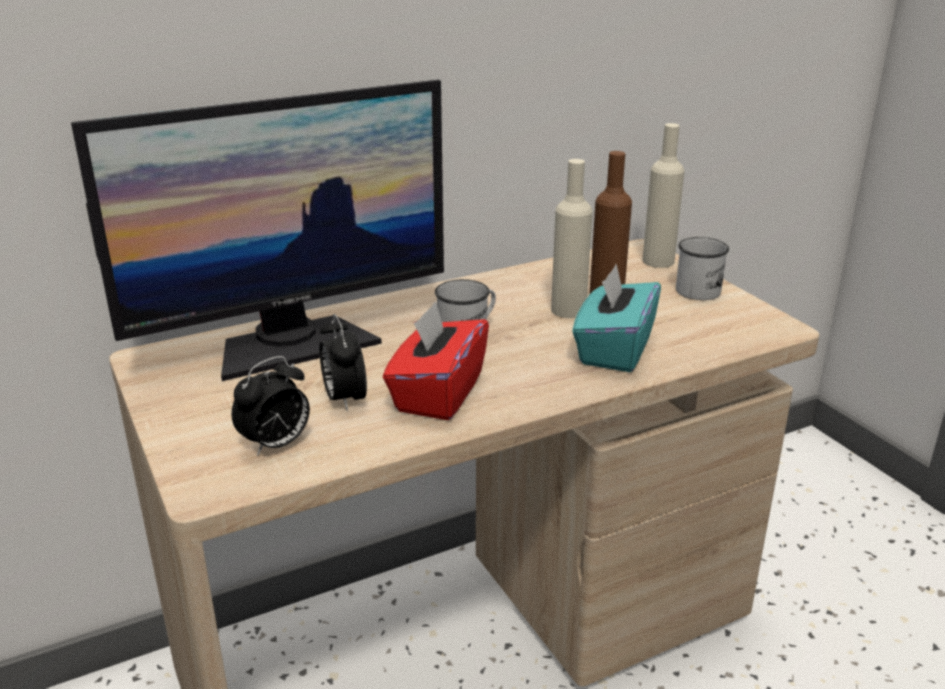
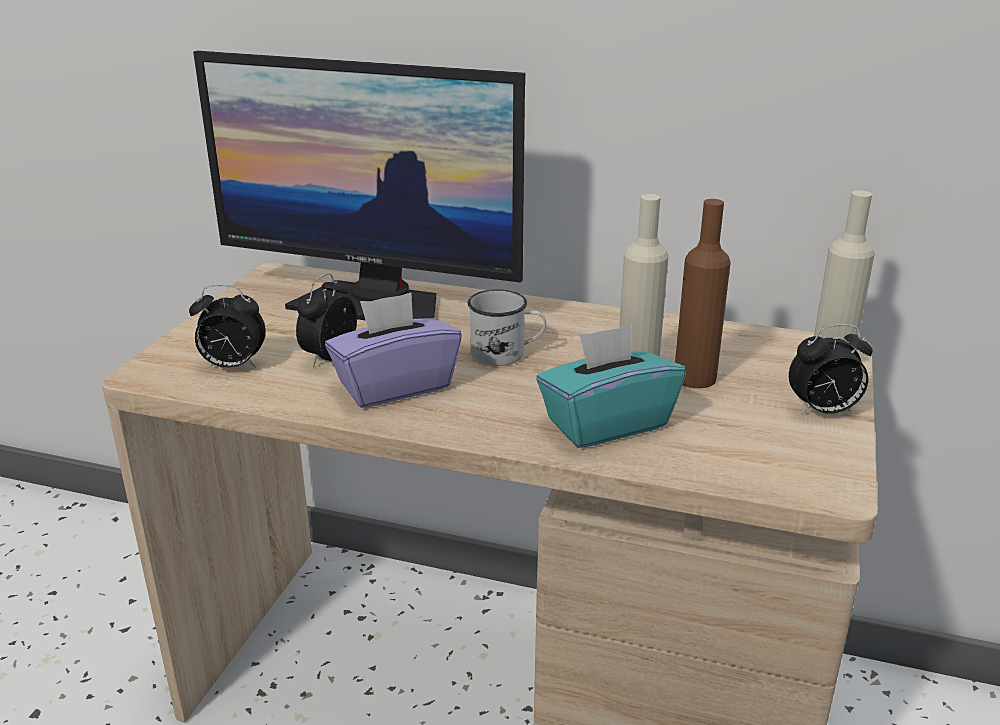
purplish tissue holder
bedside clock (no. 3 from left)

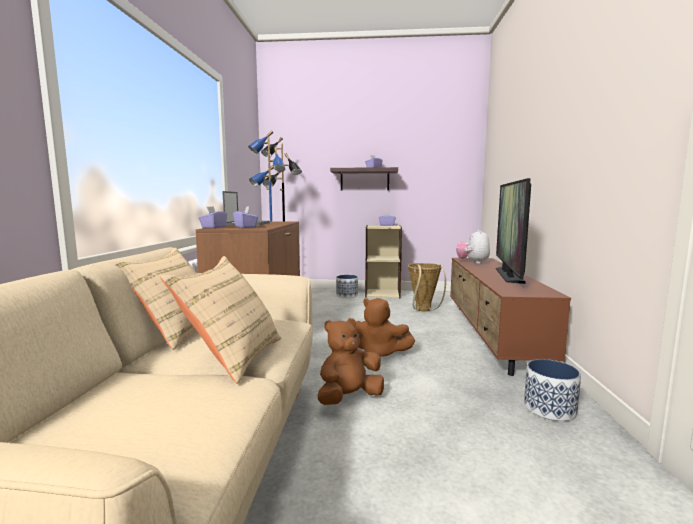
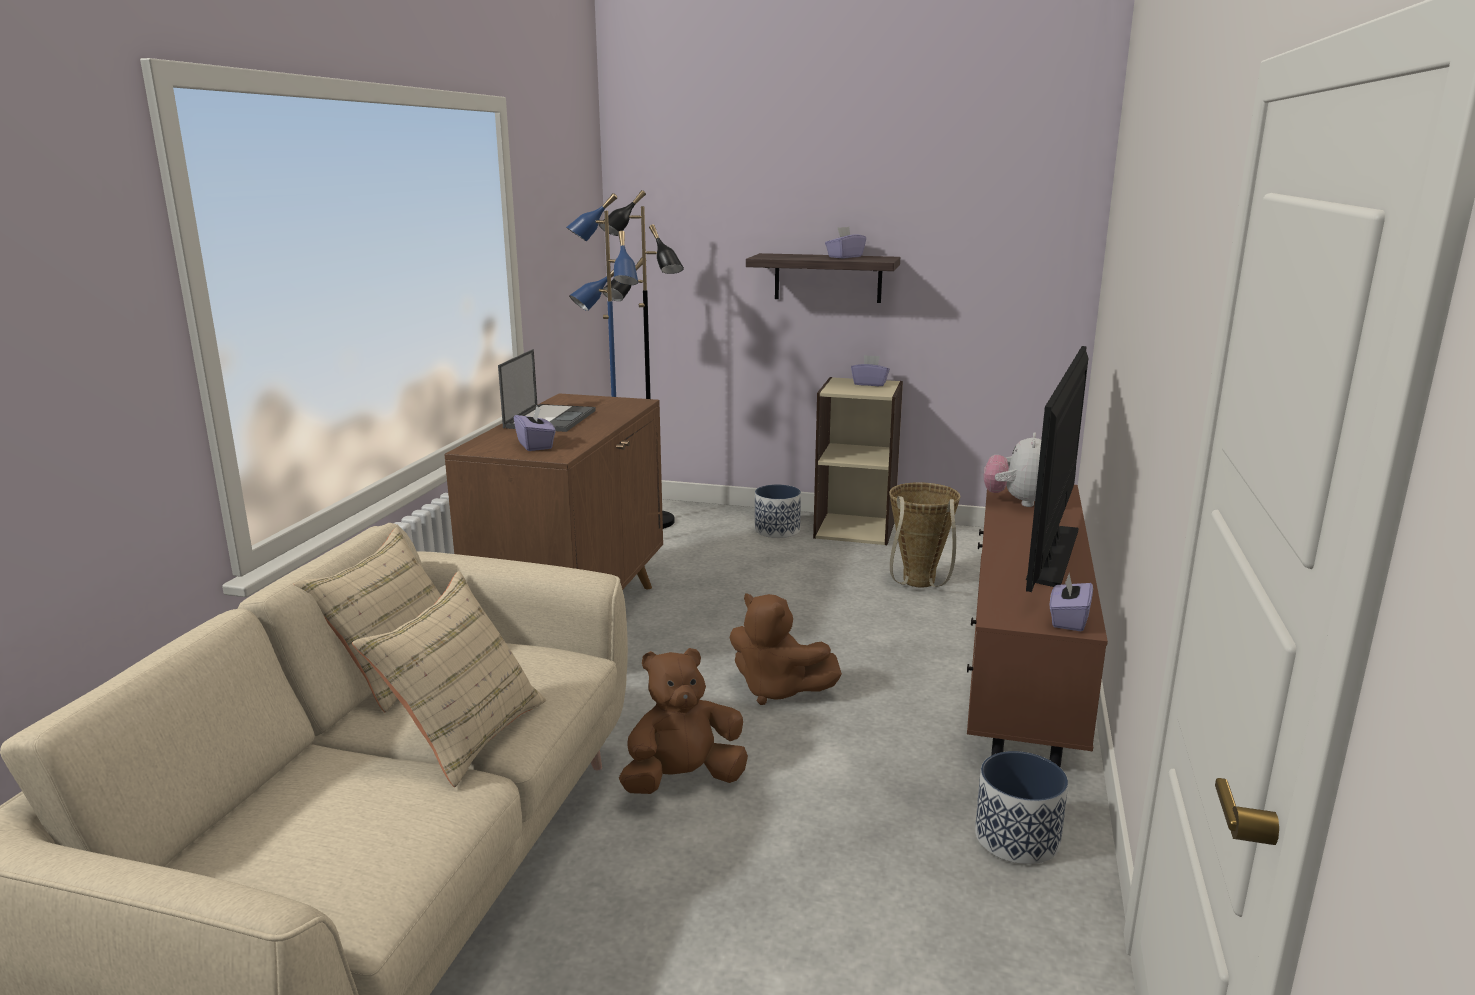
purplish tissue holder (no. 4 from left)

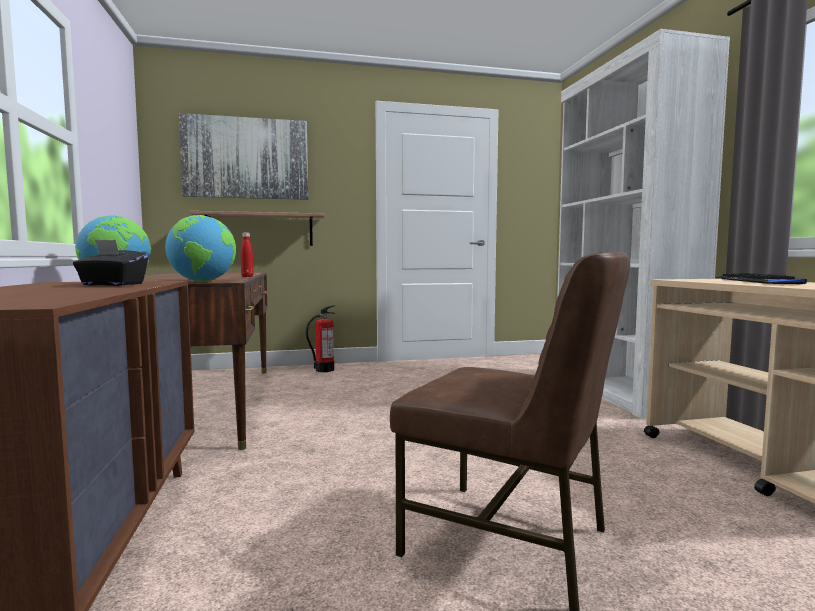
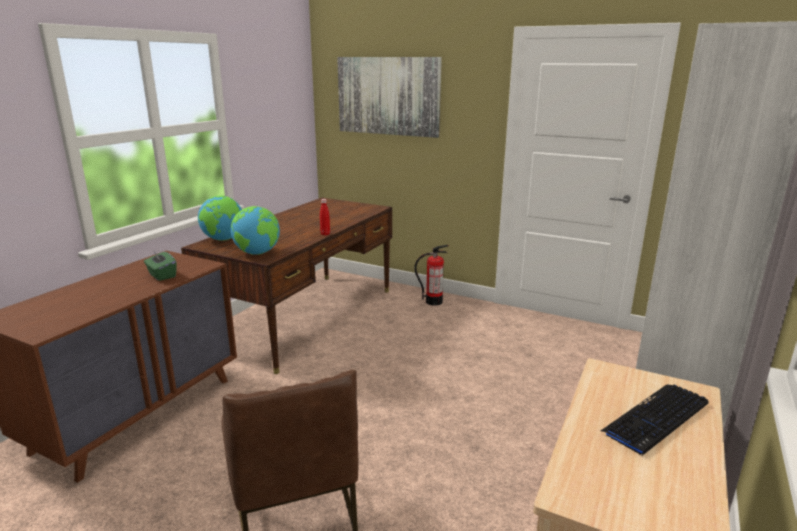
greenish tissue holder
shelf

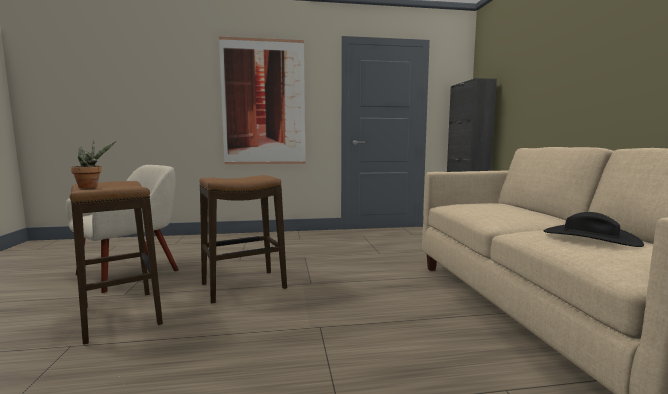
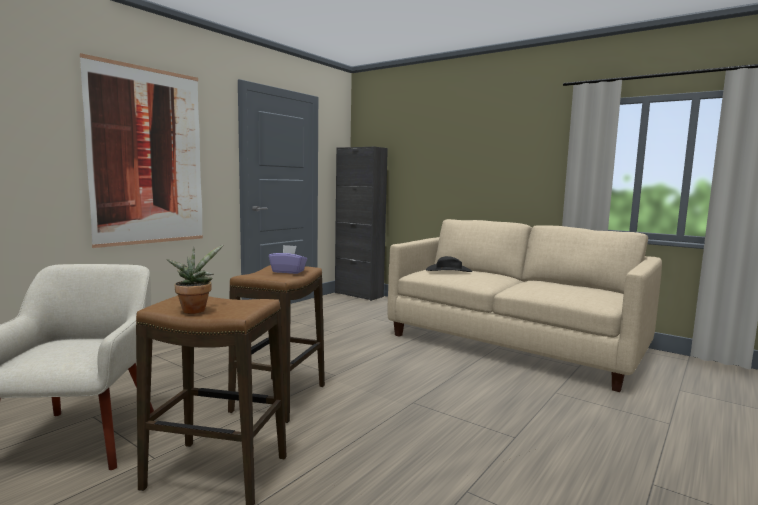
purplish tissue holder
black-coloured hat

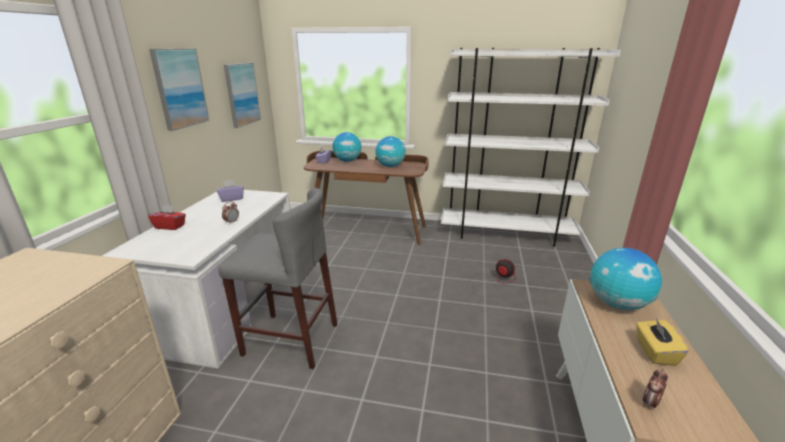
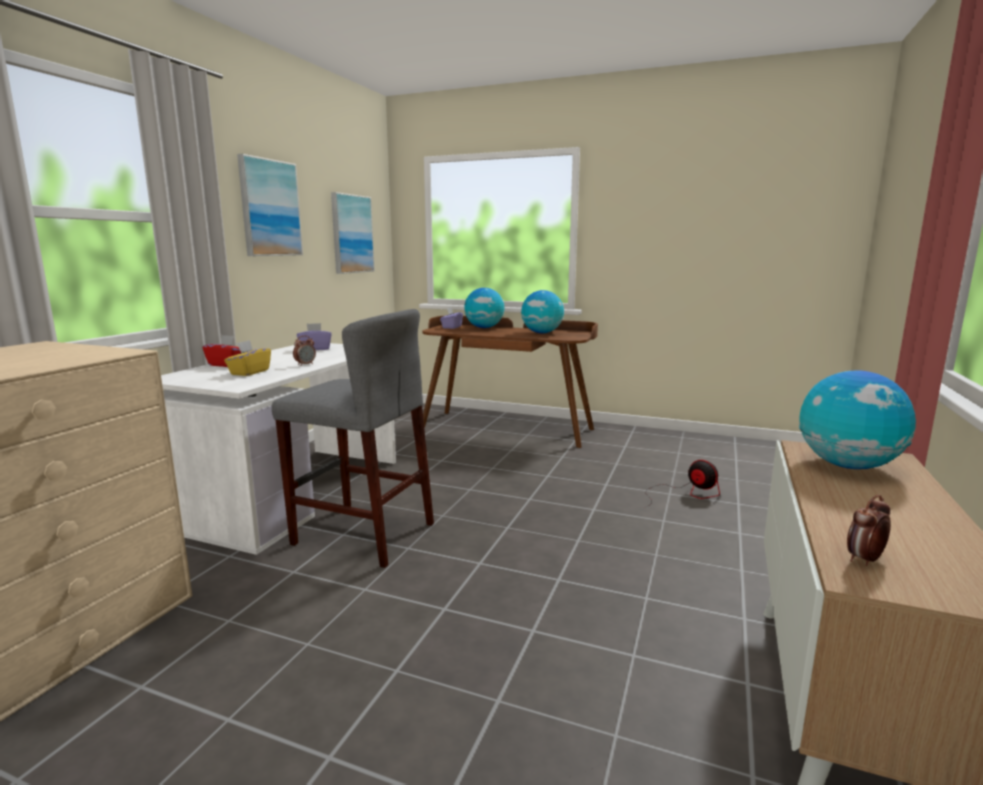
yellowish tissue holder
white bookshelf

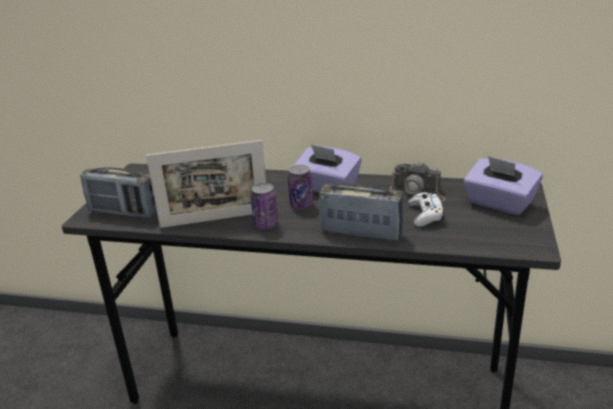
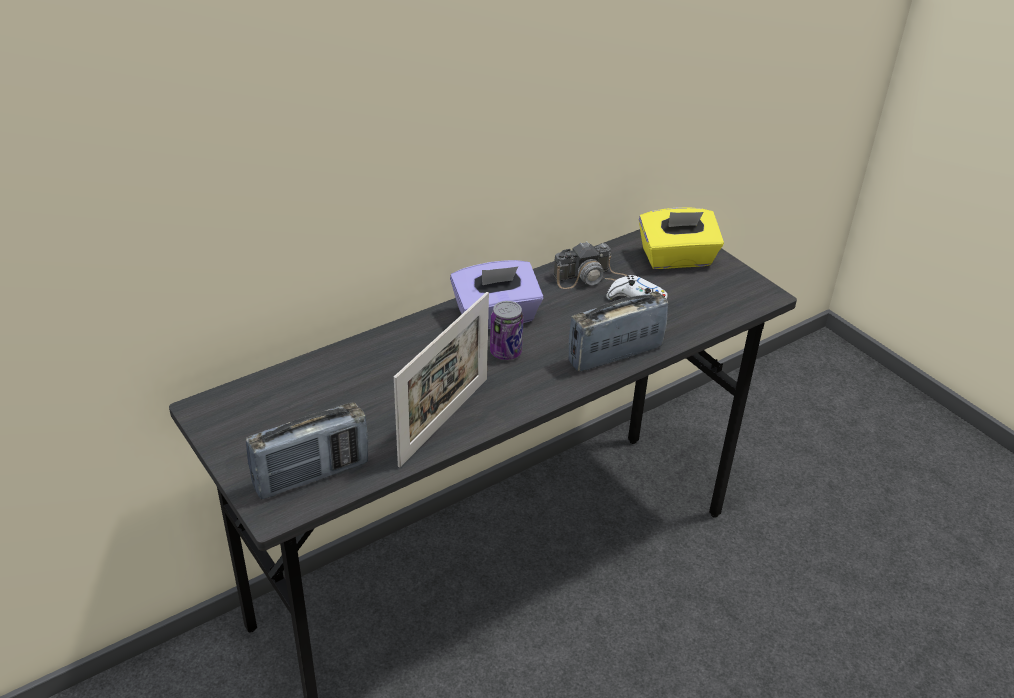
yellowish tissue holder
sealed can (no. 1 from left in the first image)

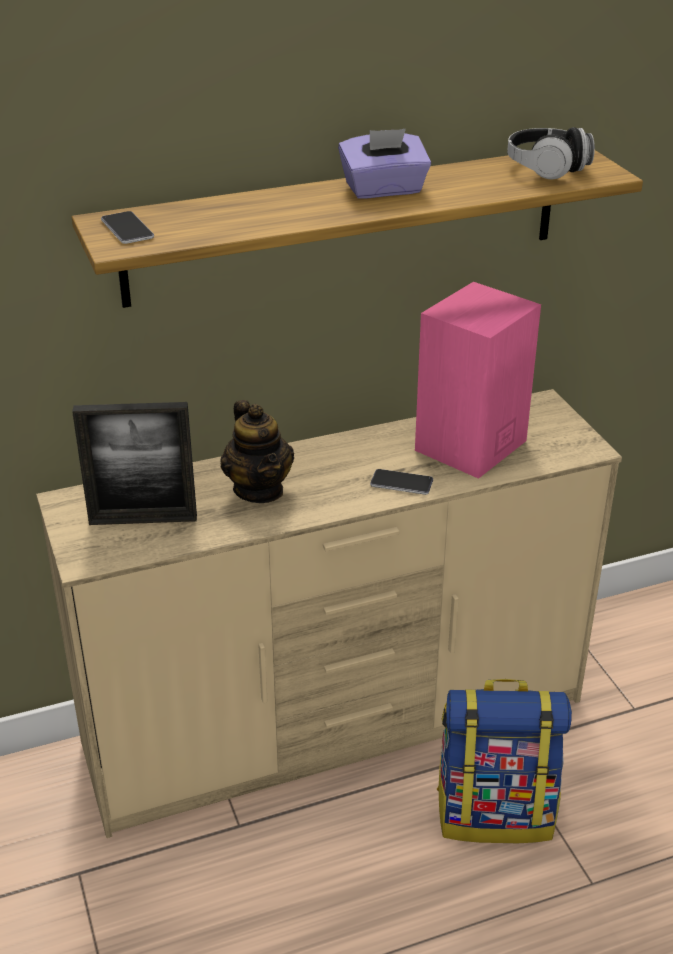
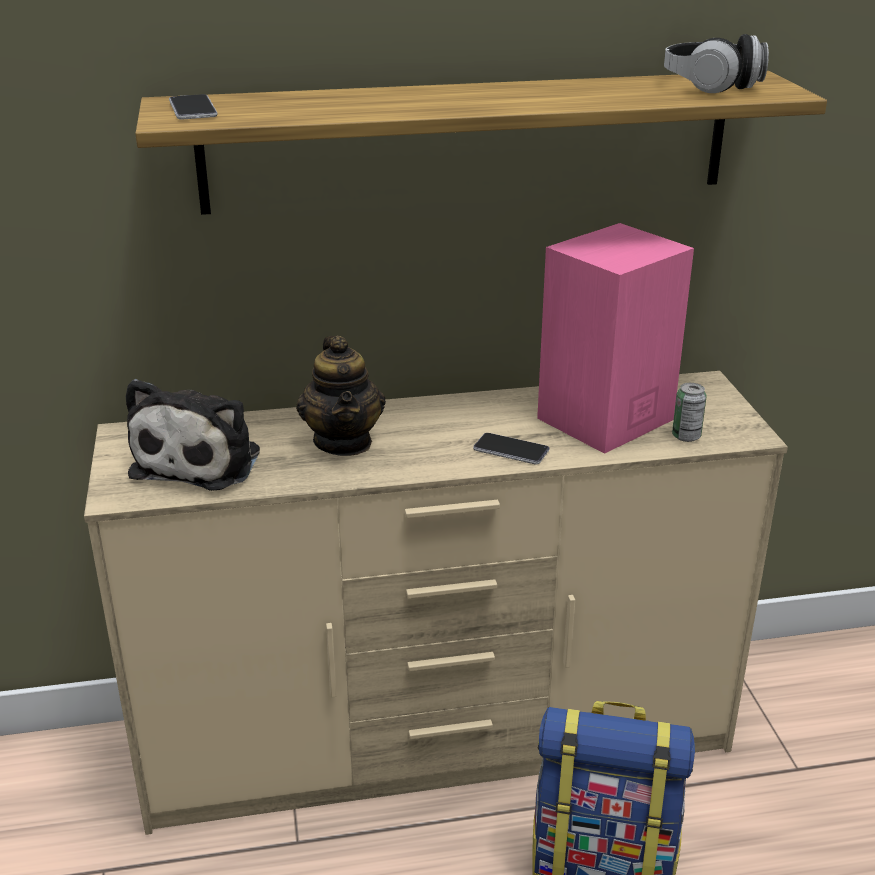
soft toy
sealed can
purplish tissue holder

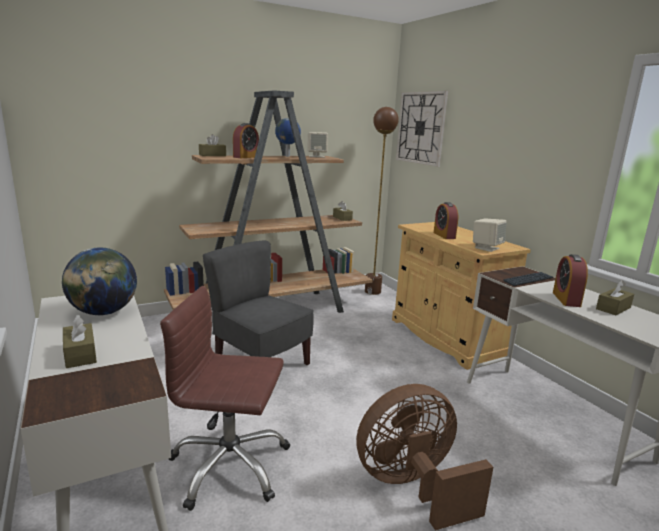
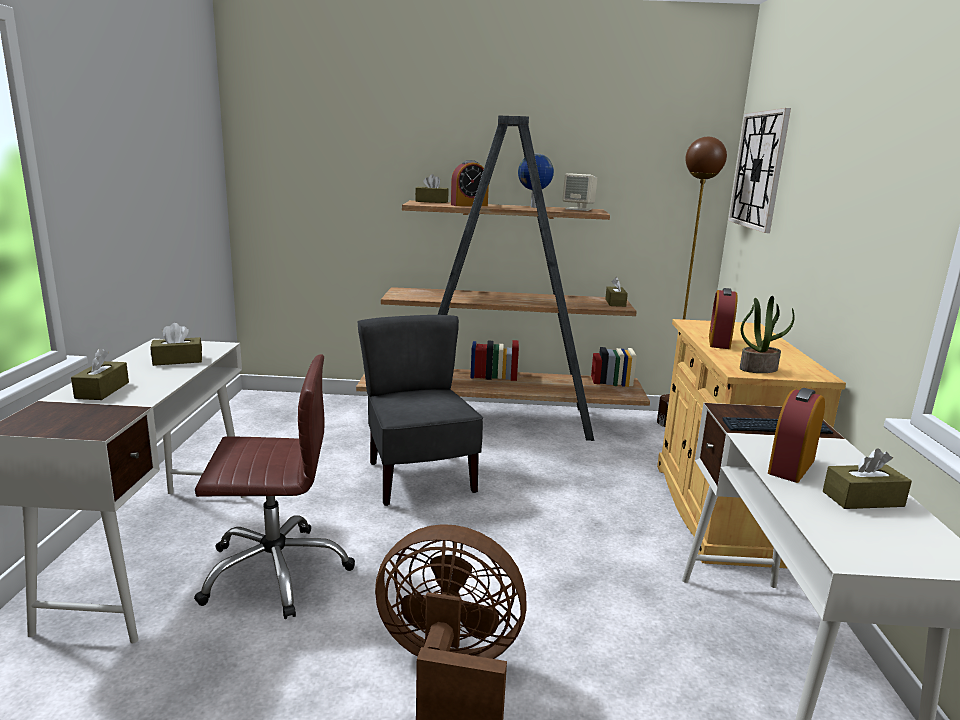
brown tissue holder (no. 2 from left)
brown computer chair
houseplant

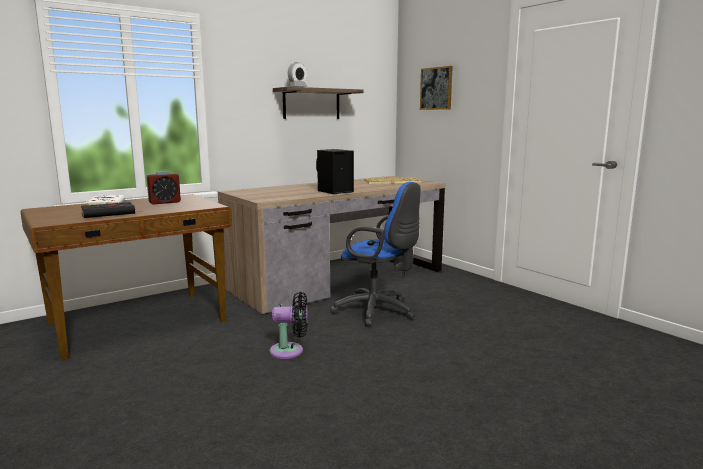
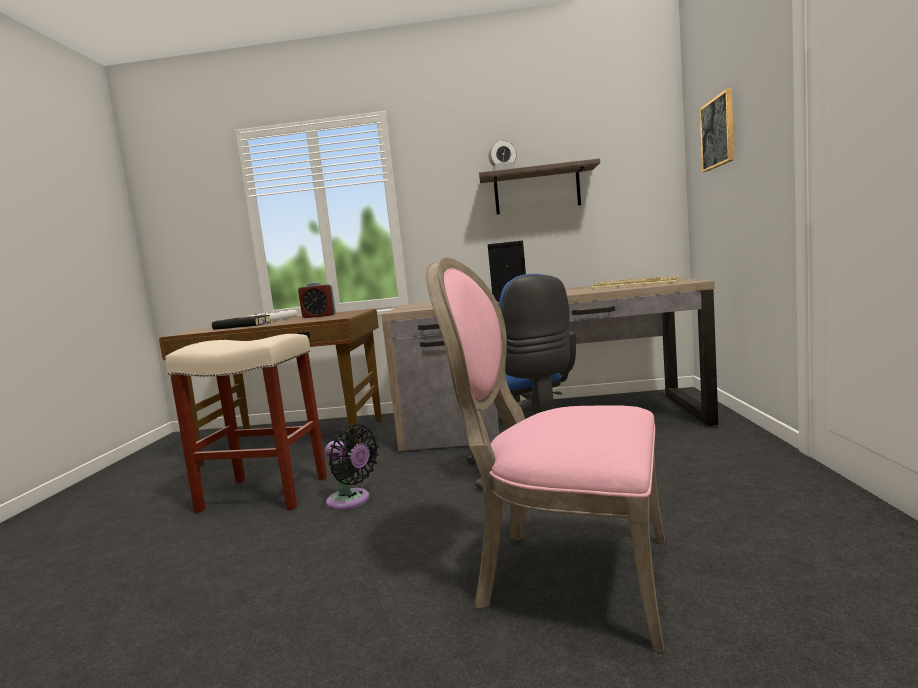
sand-coloured sitting stool
pink-coloured upright chair

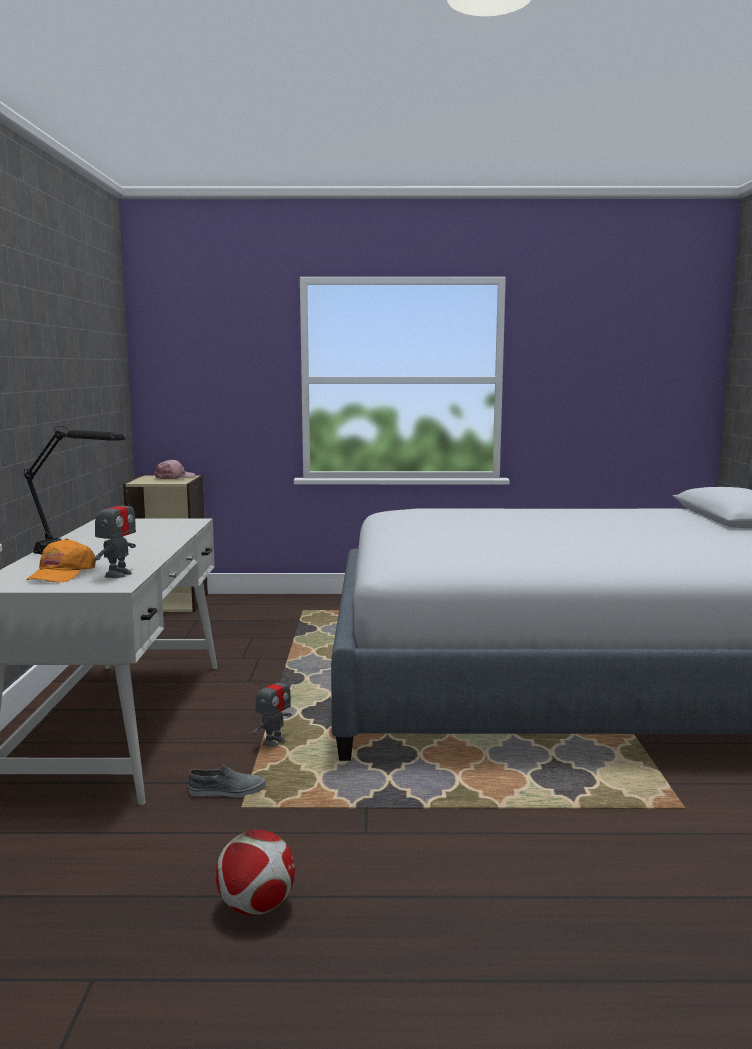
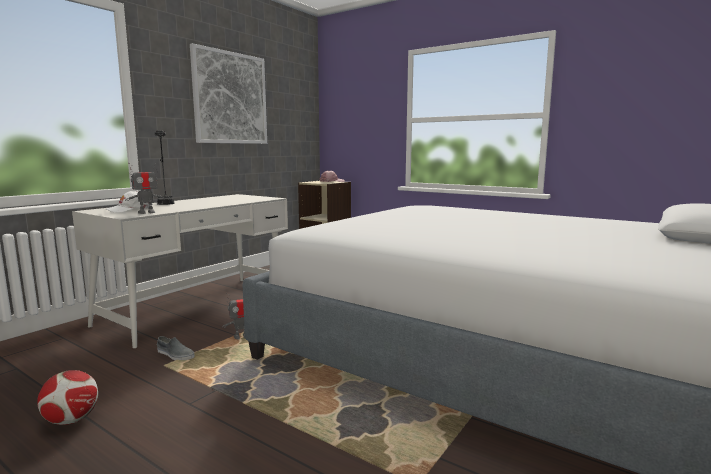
white baseball cap
wall art

